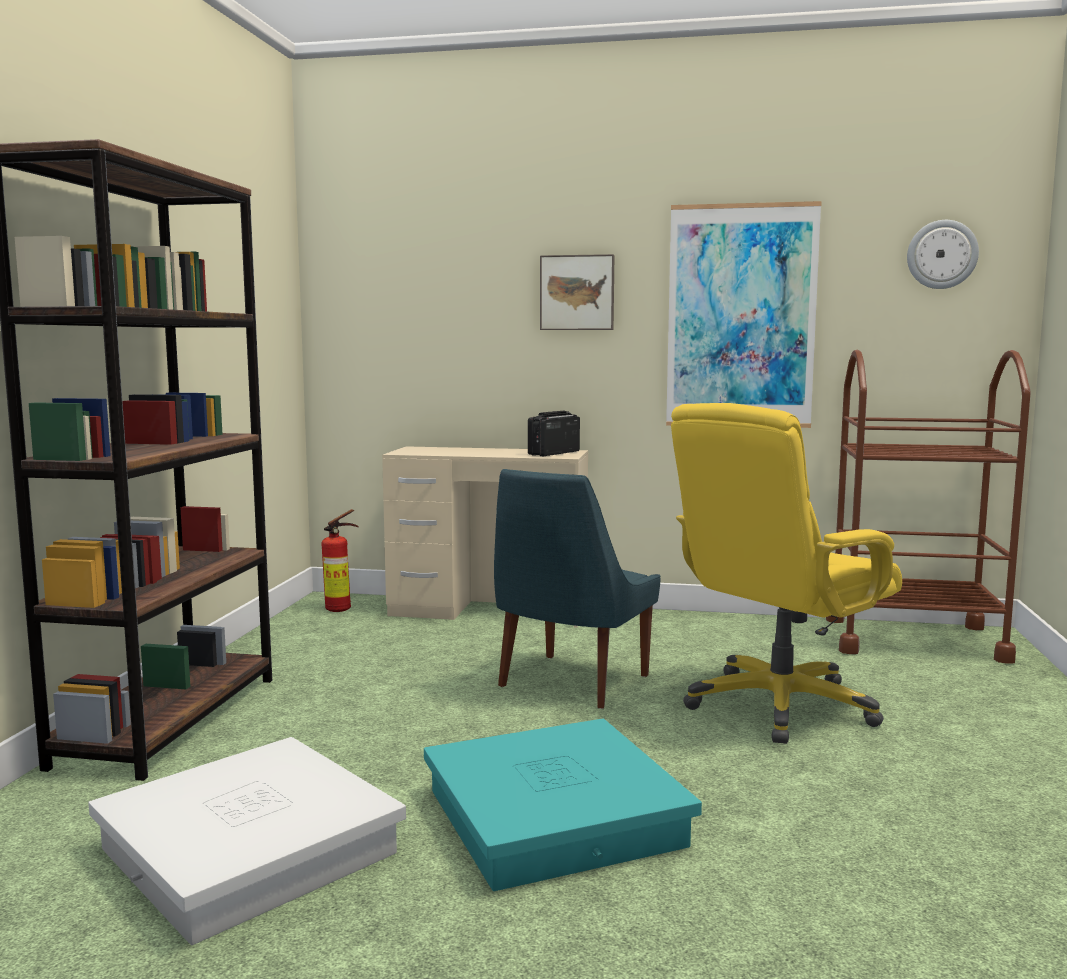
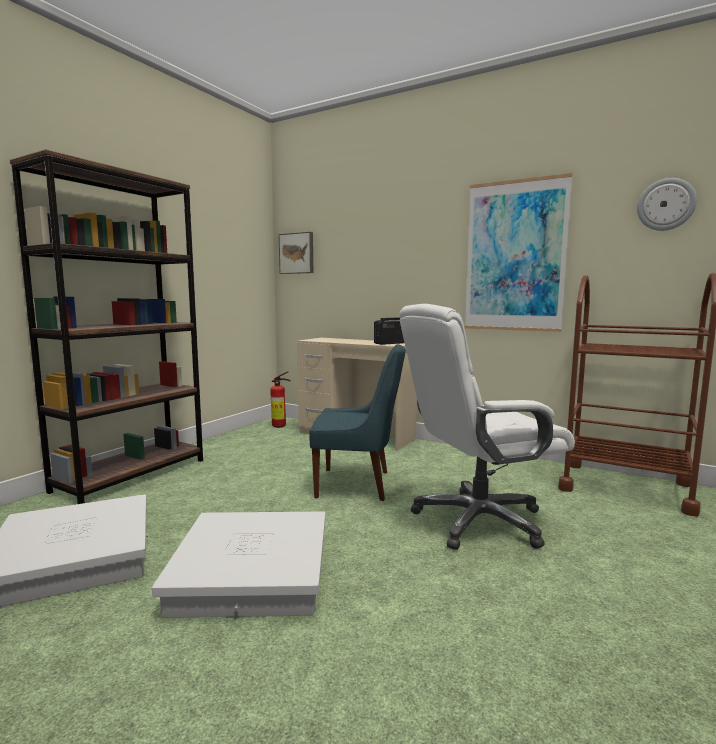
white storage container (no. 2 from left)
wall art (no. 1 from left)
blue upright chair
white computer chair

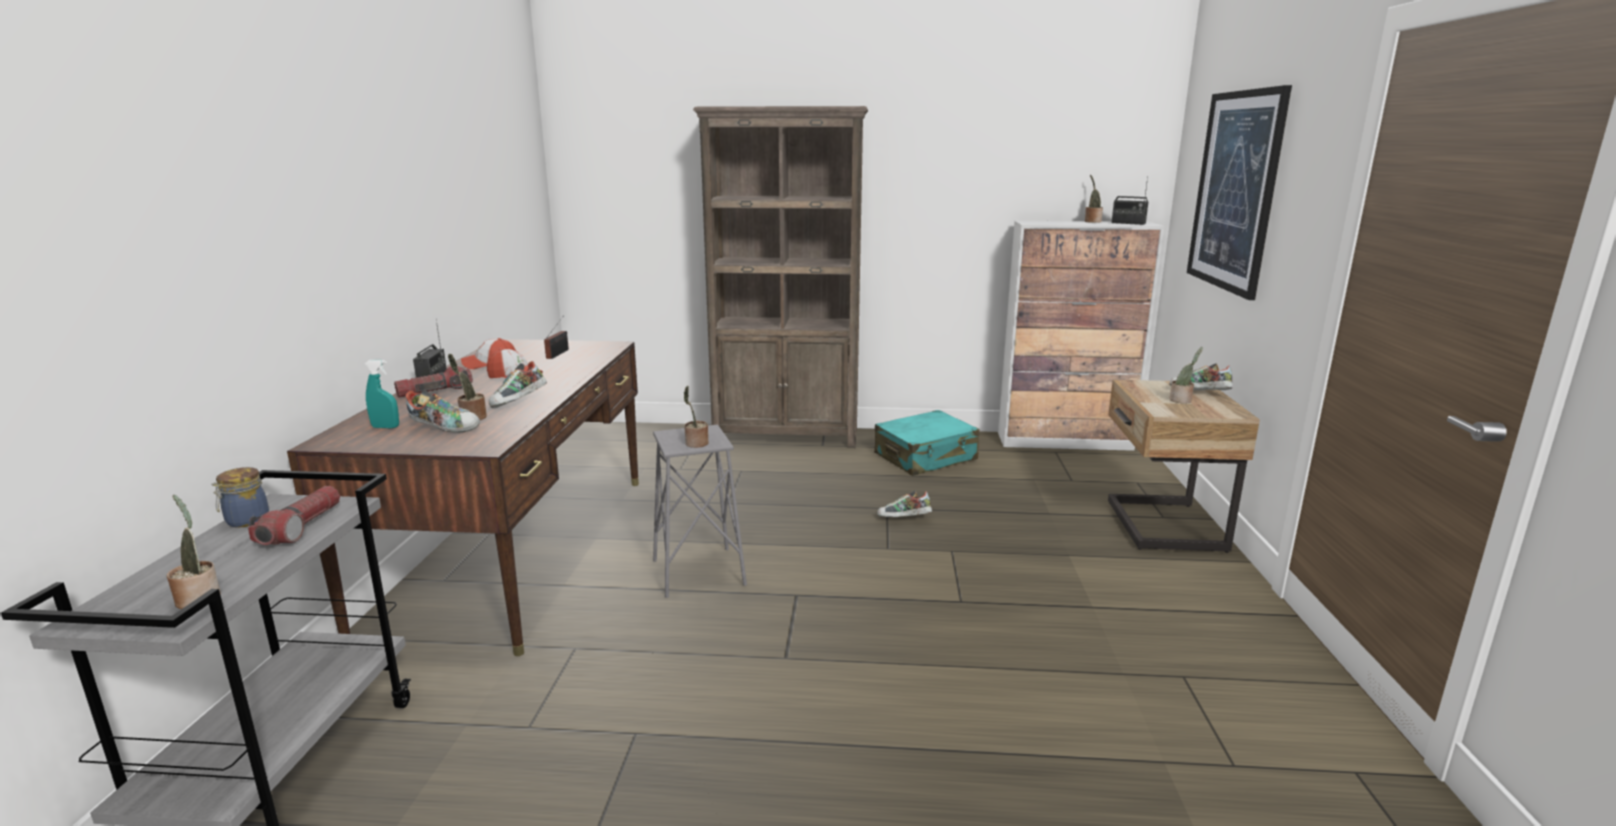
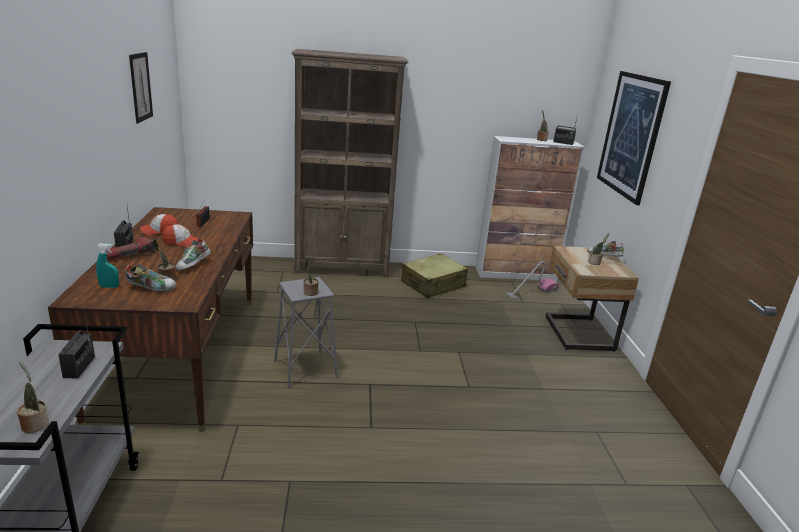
radio receiver (no. 1 from left)
wall art (no. 1 from left)
sand-coloured travel case
hoover
jar
low shoe (no. 3 from left in the first image)

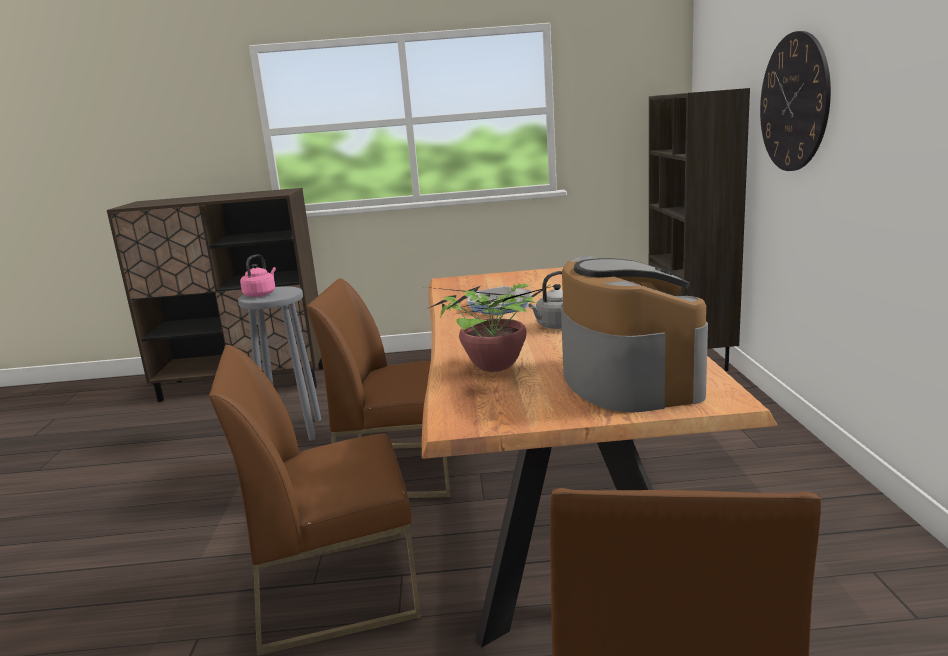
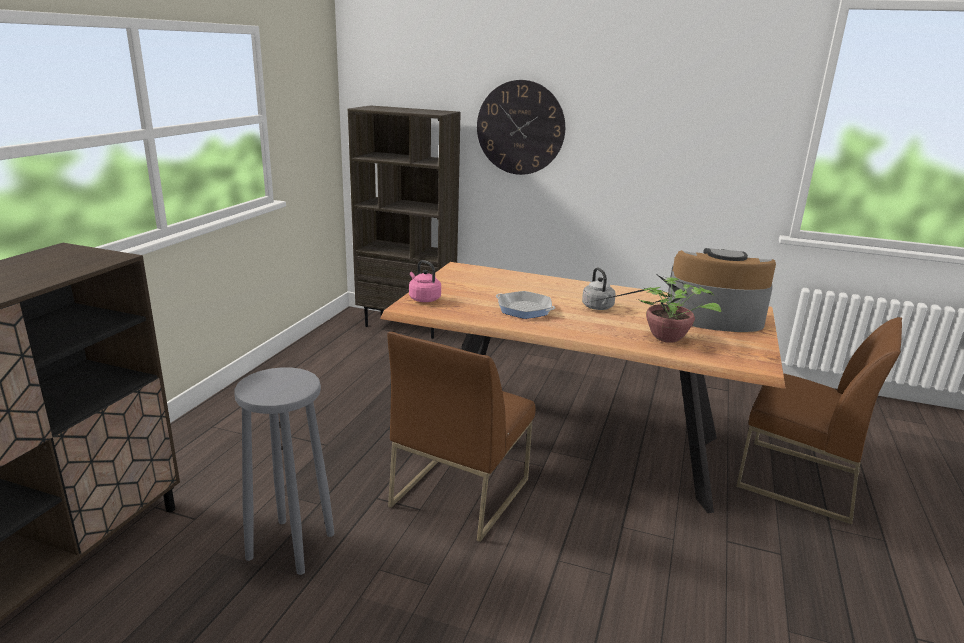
pink-coloured tea kettle
brown upright chair (no. 1 from left in the first image)

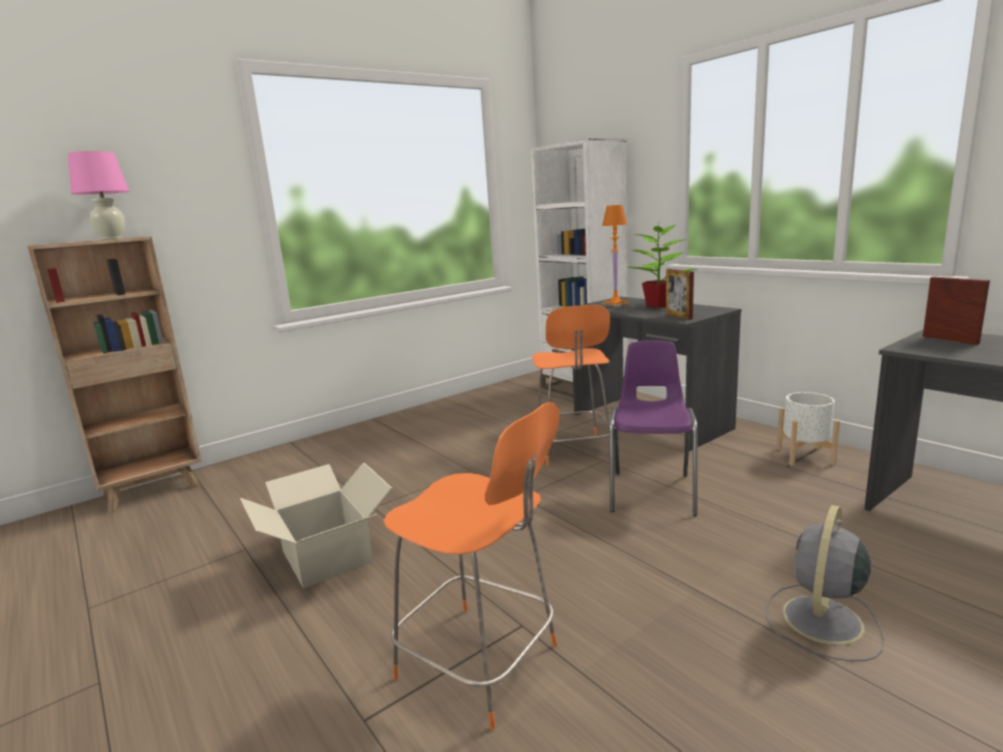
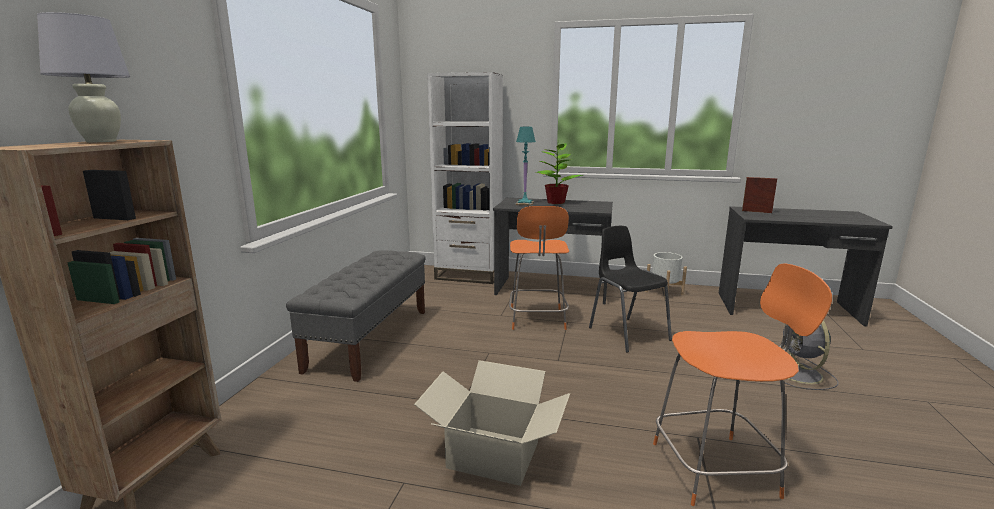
white table lamp
gray bench
orange upright chair (no. 1 from left)
blue-green table lamp
black-coloured upright chair
standing frame (no. 1 from left in the first image)

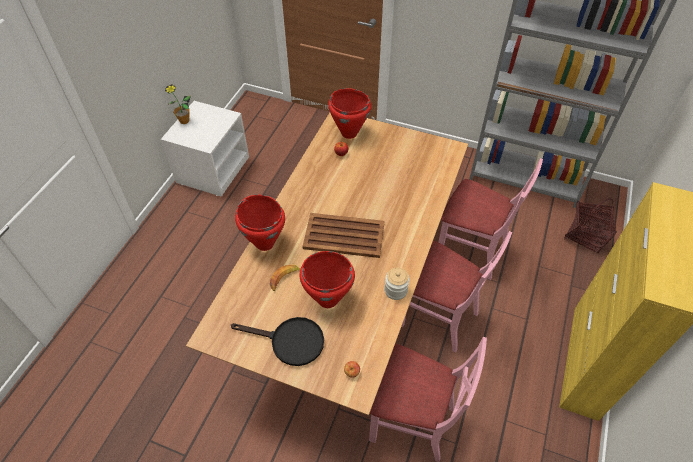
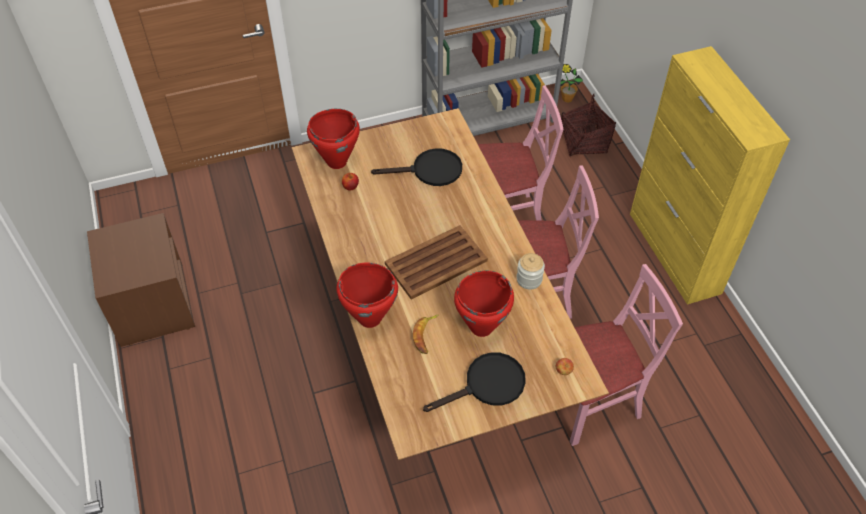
brown nightstand
black-coloured frying pan (no. 1 from left)
houseplant

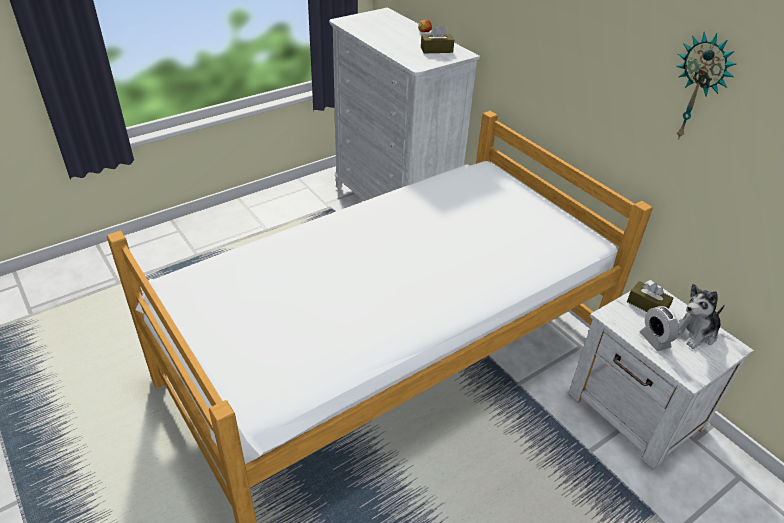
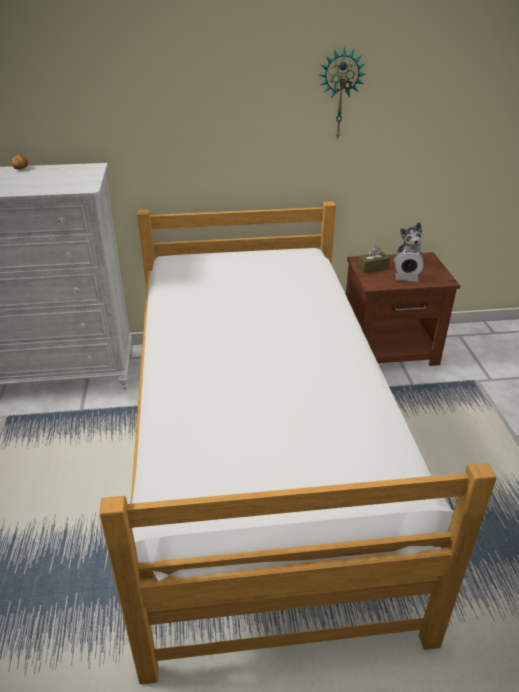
brown nightstand
brown tissue holder (no. 1 from left in the first image)

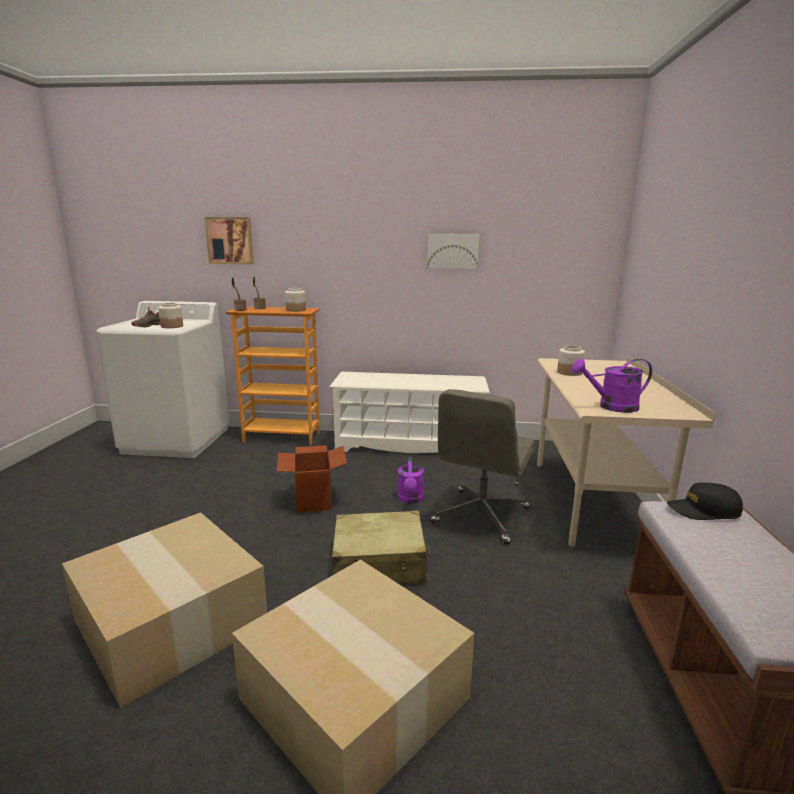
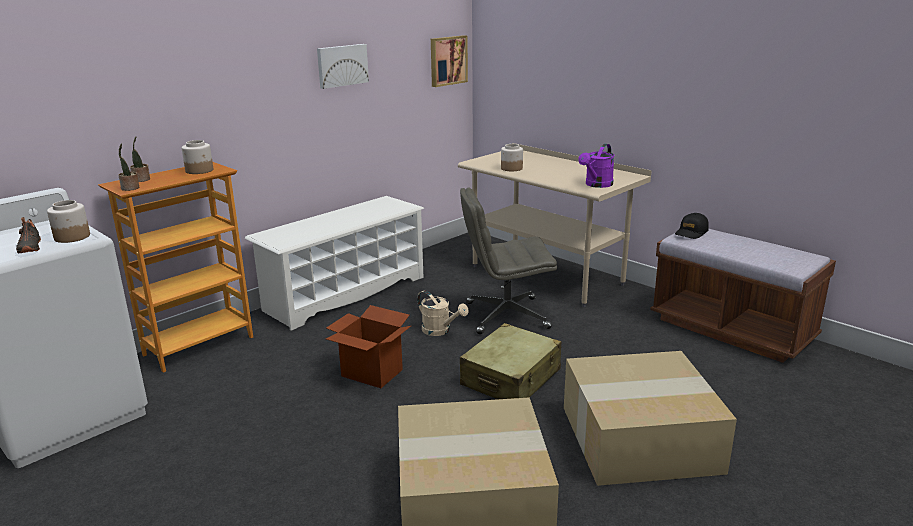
sand-coloured watering pot
wall art (no. 2 from left)
gray computer chair

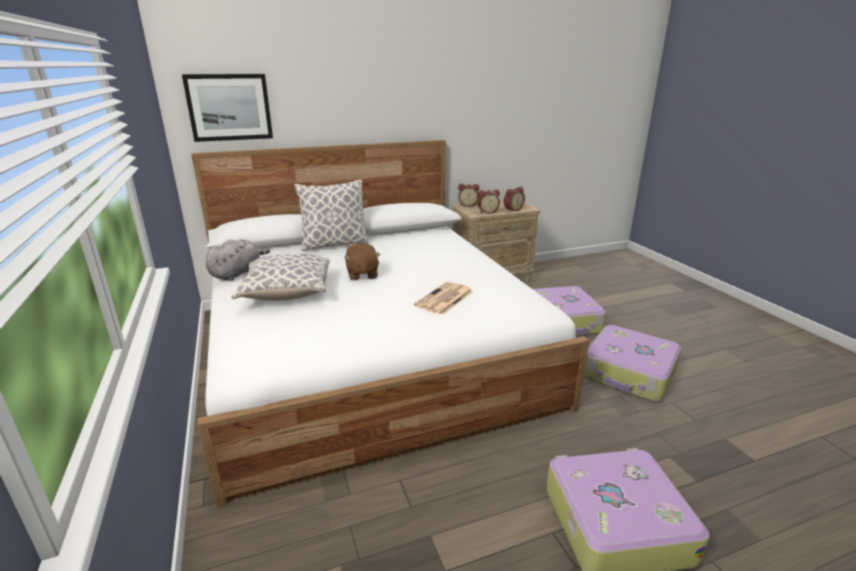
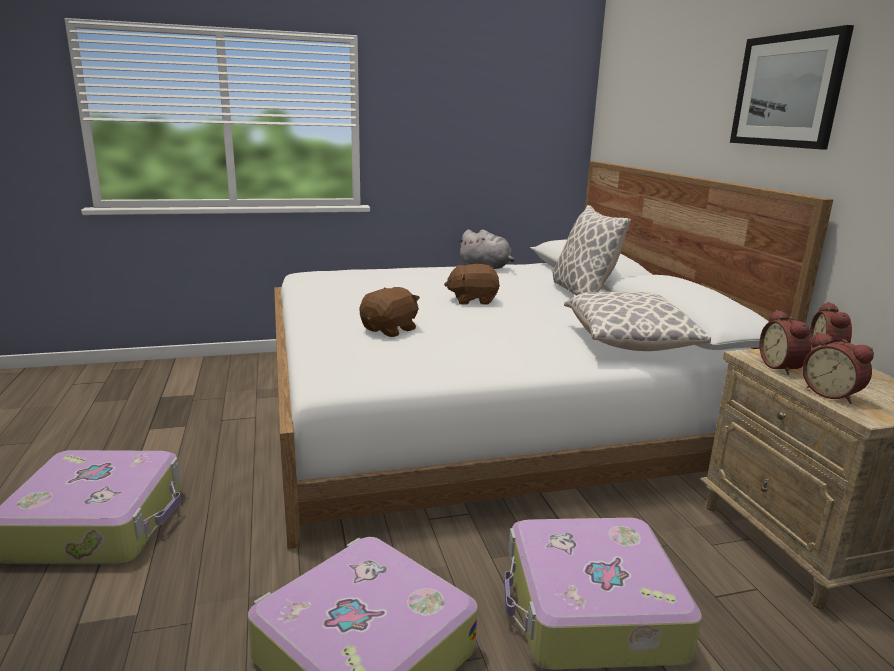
brown soft toy (no. 1 from left)
pillow (no. 2 from left)
wall art

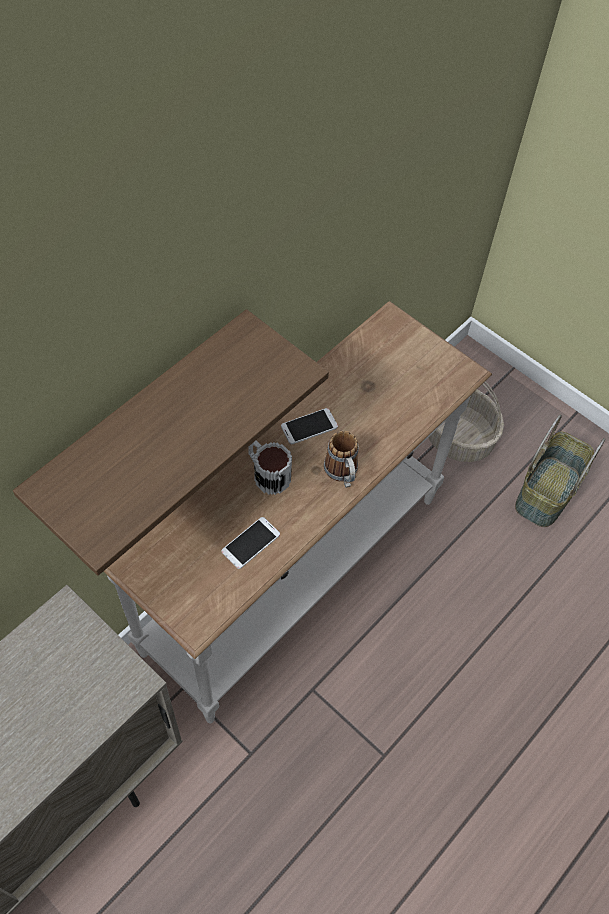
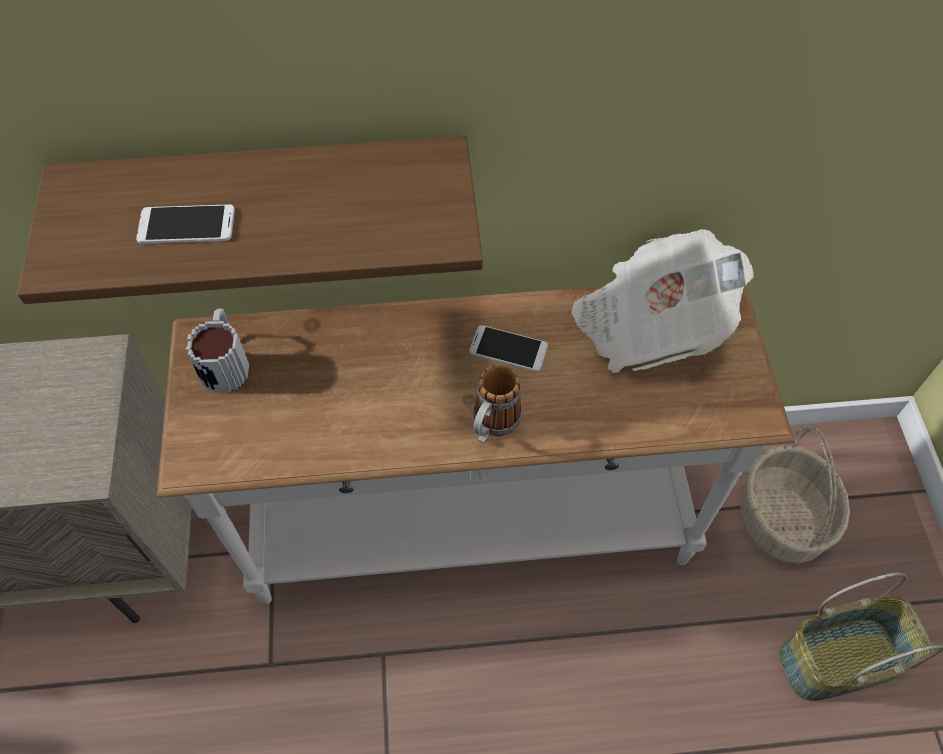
handset (no. 1 from left)
tea mug (no. 1 from left)
printed paper

